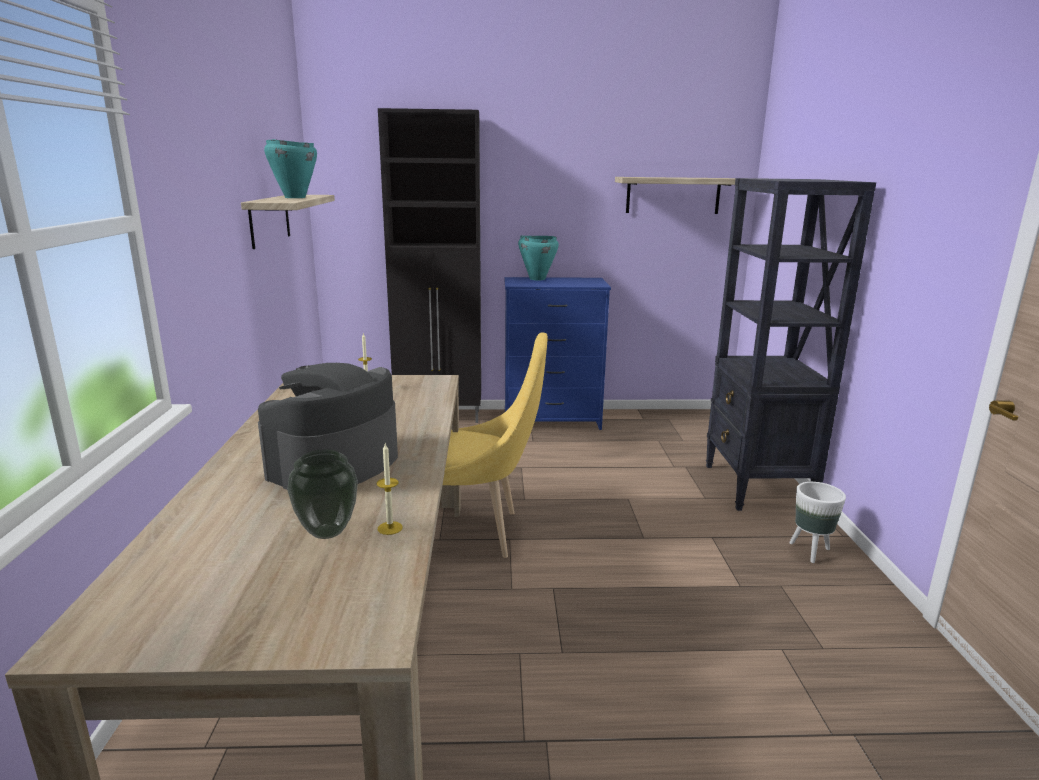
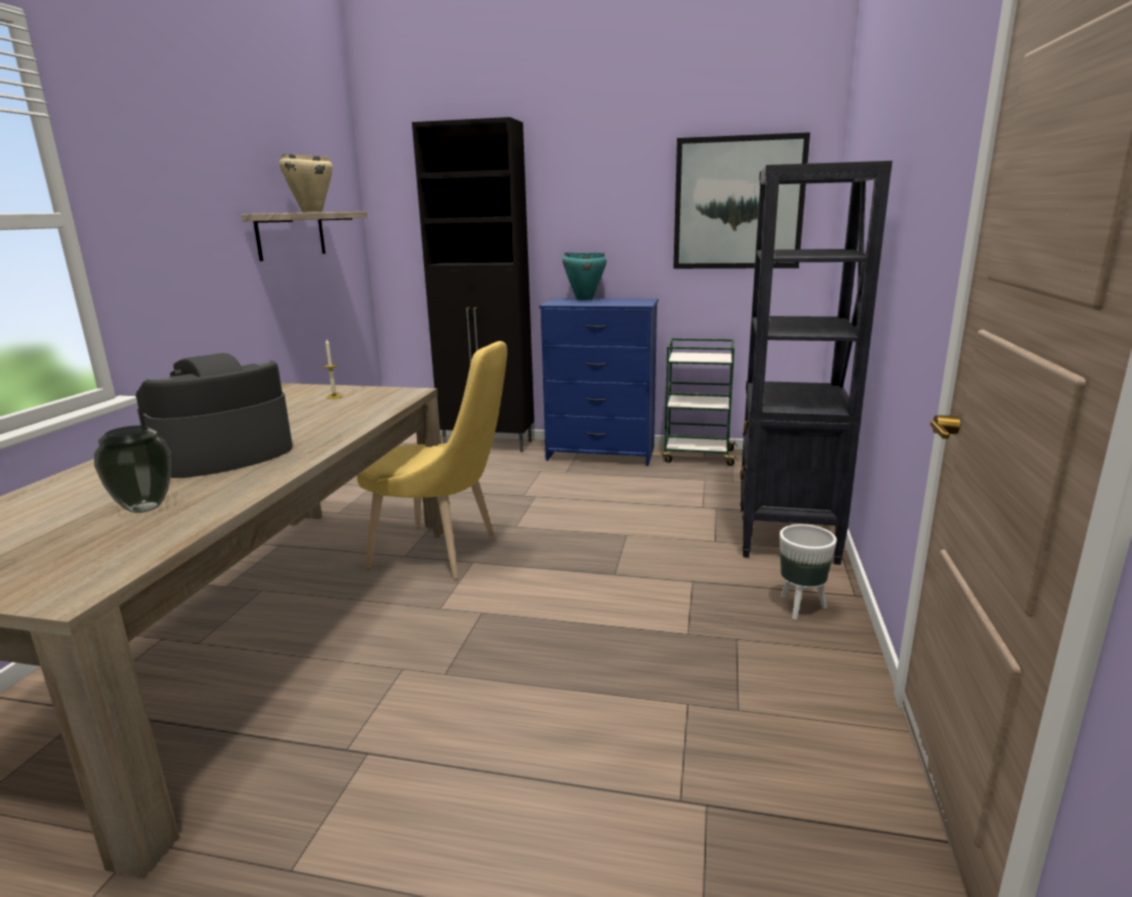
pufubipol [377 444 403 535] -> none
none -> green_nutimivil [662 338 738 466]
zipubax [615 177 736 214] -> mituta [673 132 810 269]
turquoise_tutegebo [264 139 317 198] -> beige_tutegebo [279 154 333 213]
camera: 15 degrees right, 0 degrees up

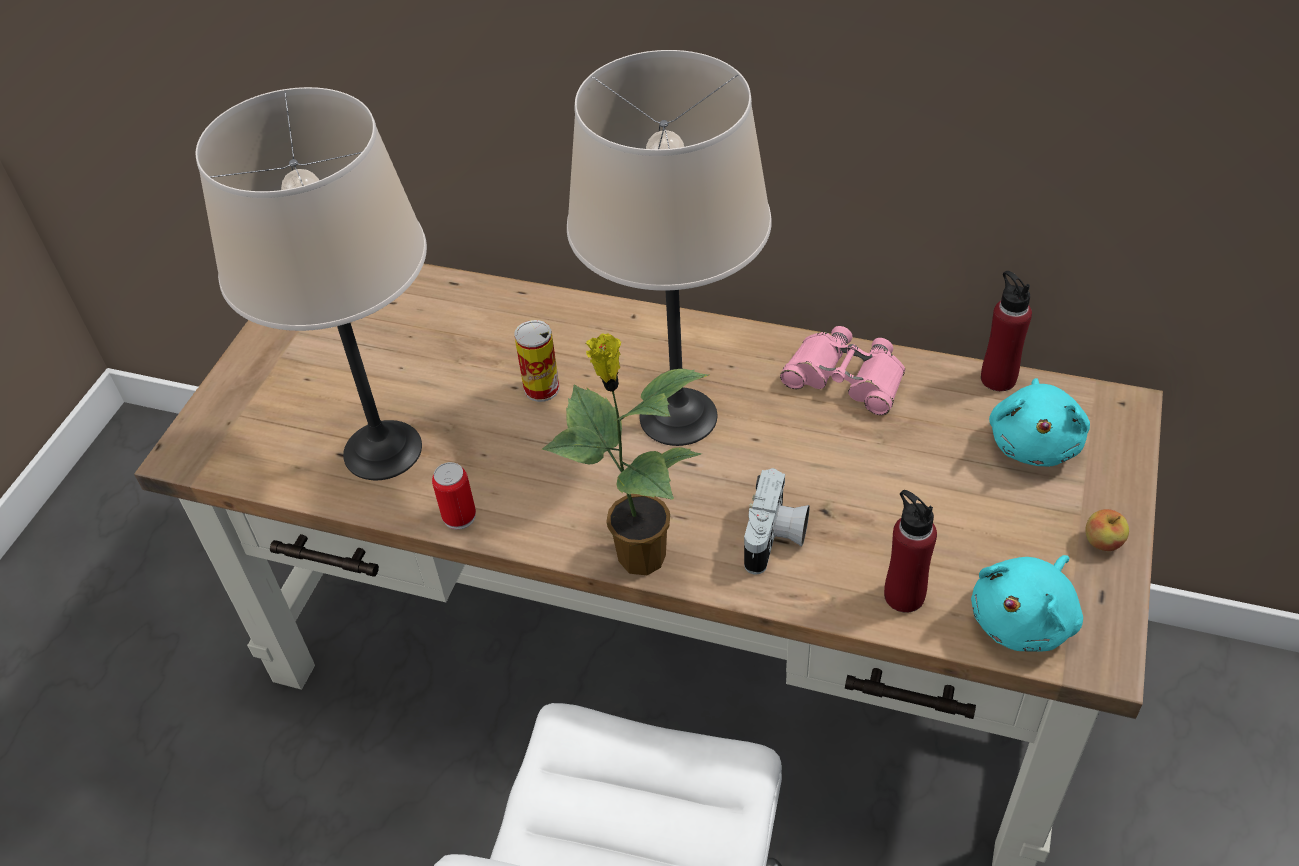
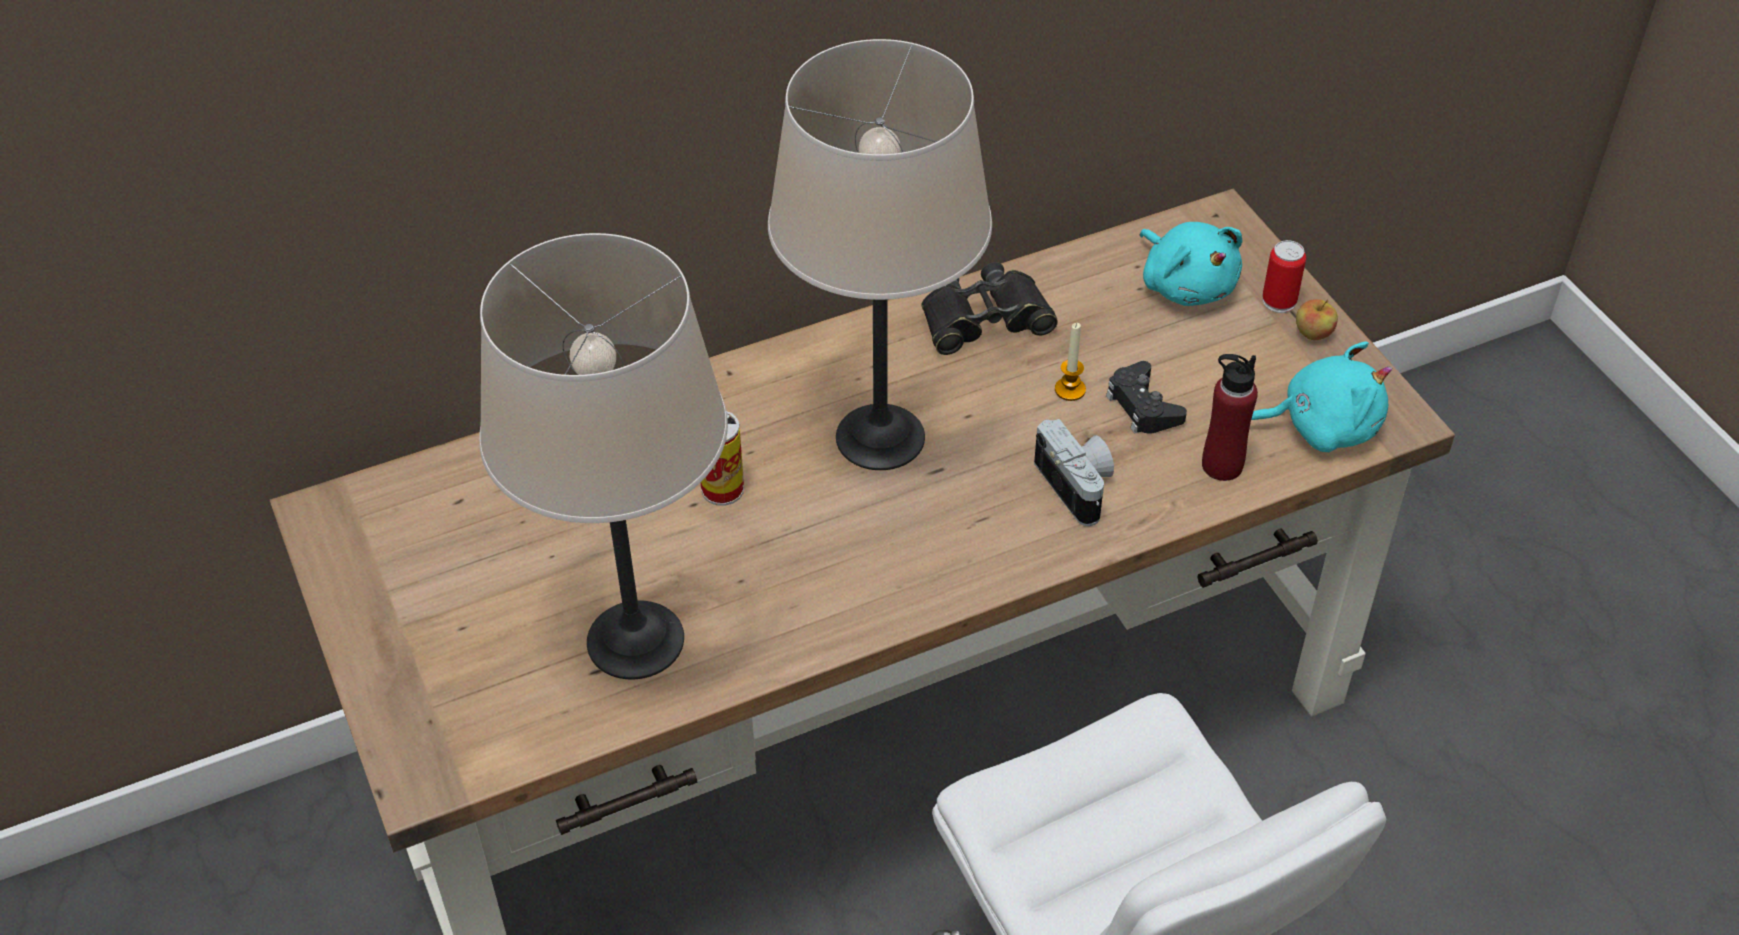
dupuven [542 333 709 575] -> none
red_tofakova [981 271 1032 391] -> none
none -> pufubipol [1055 323 1086 401]
none -> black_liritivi [1106 361 1187 434]
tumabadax [432 462 476 530] -> tumabadax [1262 240 1306 313], moved
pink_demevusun [780 326 905 415] -> black_demevusun [921 262 1058 355]
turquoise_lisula [971 555 1083 652] -> turquoise_lisula [1251 341 1392 452], 90 degrees counterclockwise
camera: 45 degrees left, 0 degrees up

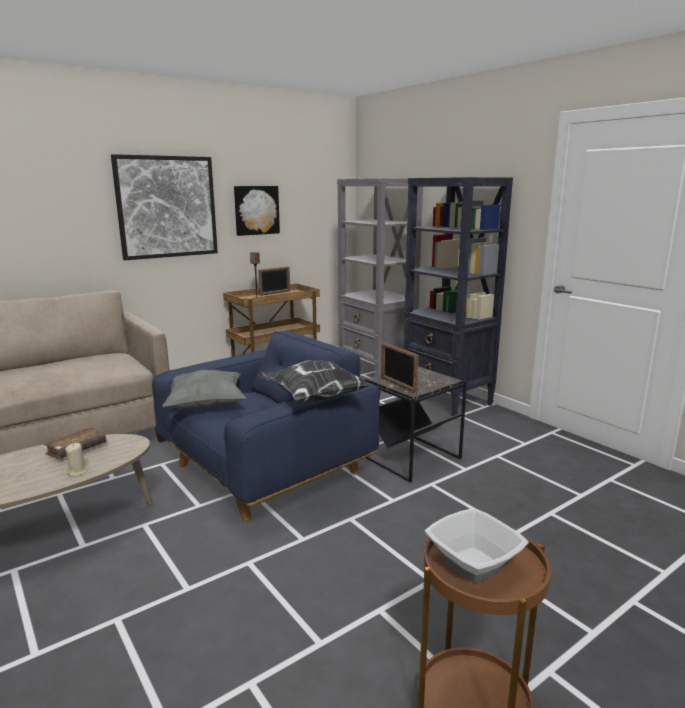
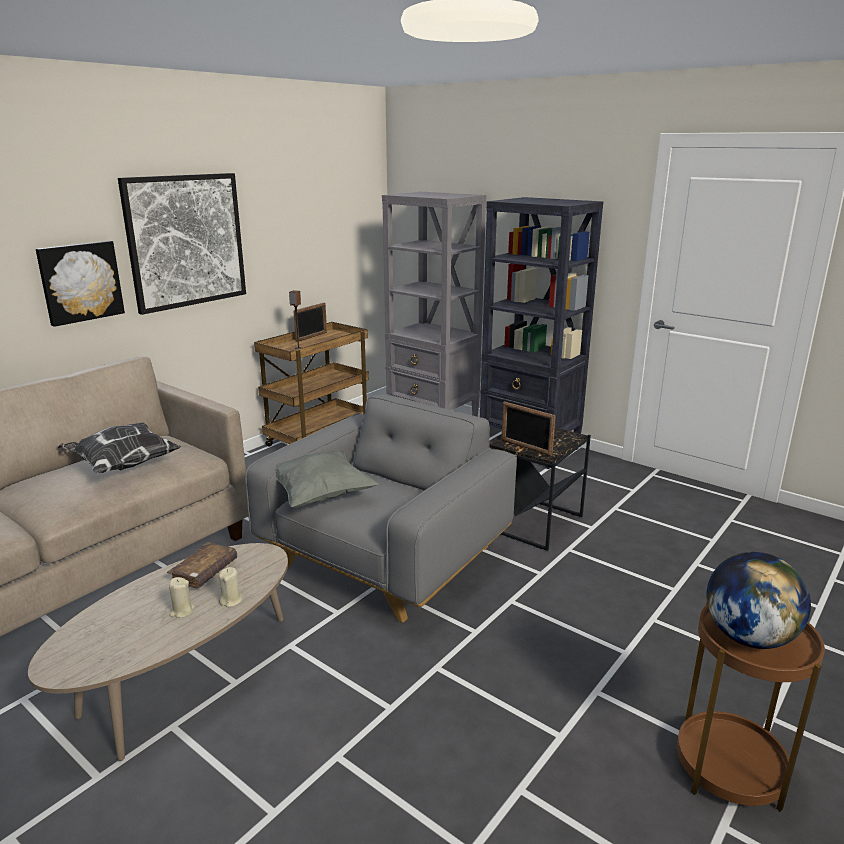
none -> beige_pufubipol [169 577 195 618]
mituta [234 186 280 236] -> mituta [36 241 125 327], moved
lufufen [259 360 371 402] -> lufufen [57 423 181 473], moved
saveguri [425 508 529 583] -> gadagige [706 552 811 649]
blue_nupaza [152 331 381 522] -> grey_nupaza [245 394 517 623]
camera: 15 degrees left, 5 degrees up

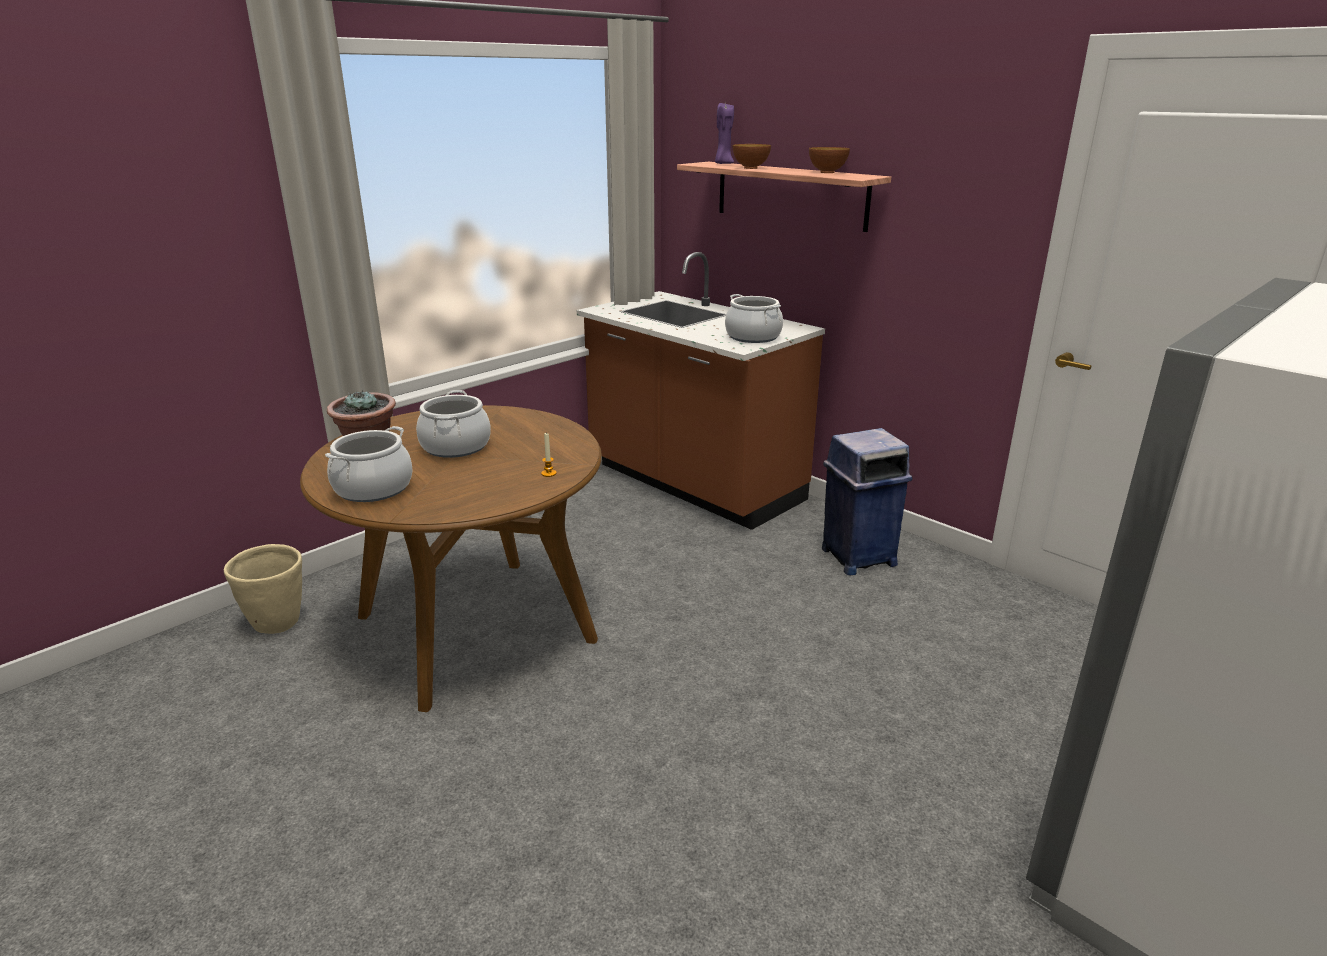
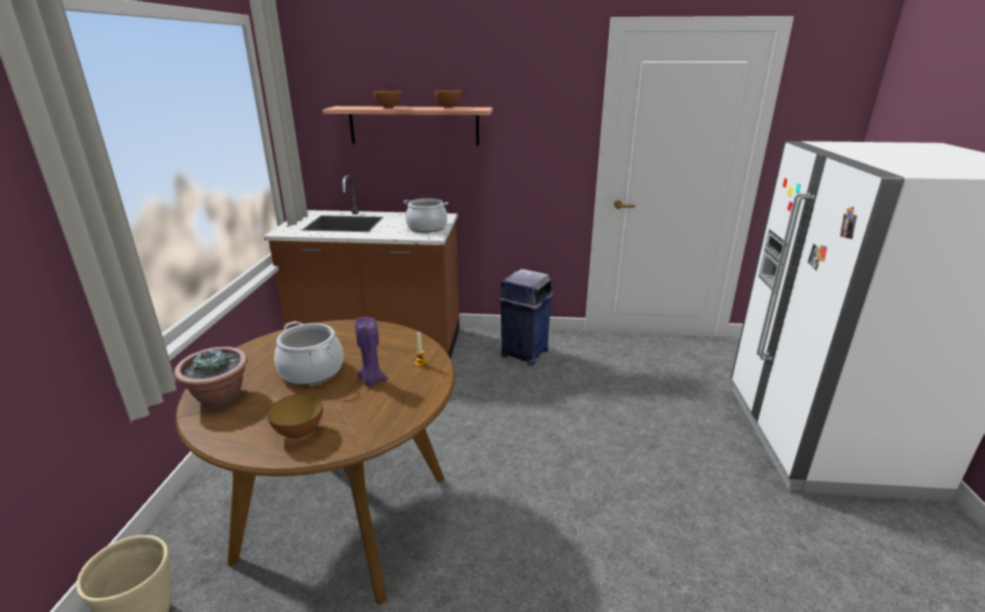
purple_pufubipol [715 103 734 164] -> purple_pufubipol [355 317 388 386], moved
tutegebo [325 426 412 502] -> saveguri [267 394 323 439]
camera: 40 degrees left, 0 degrees up

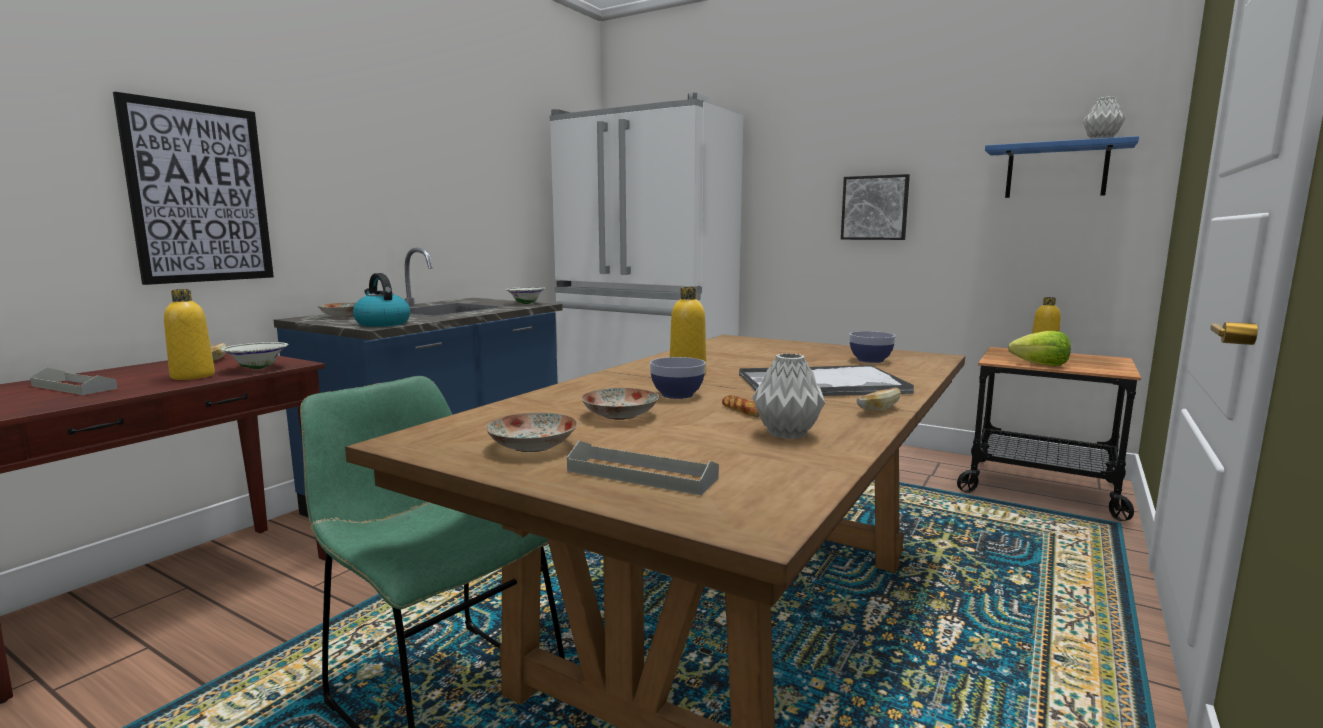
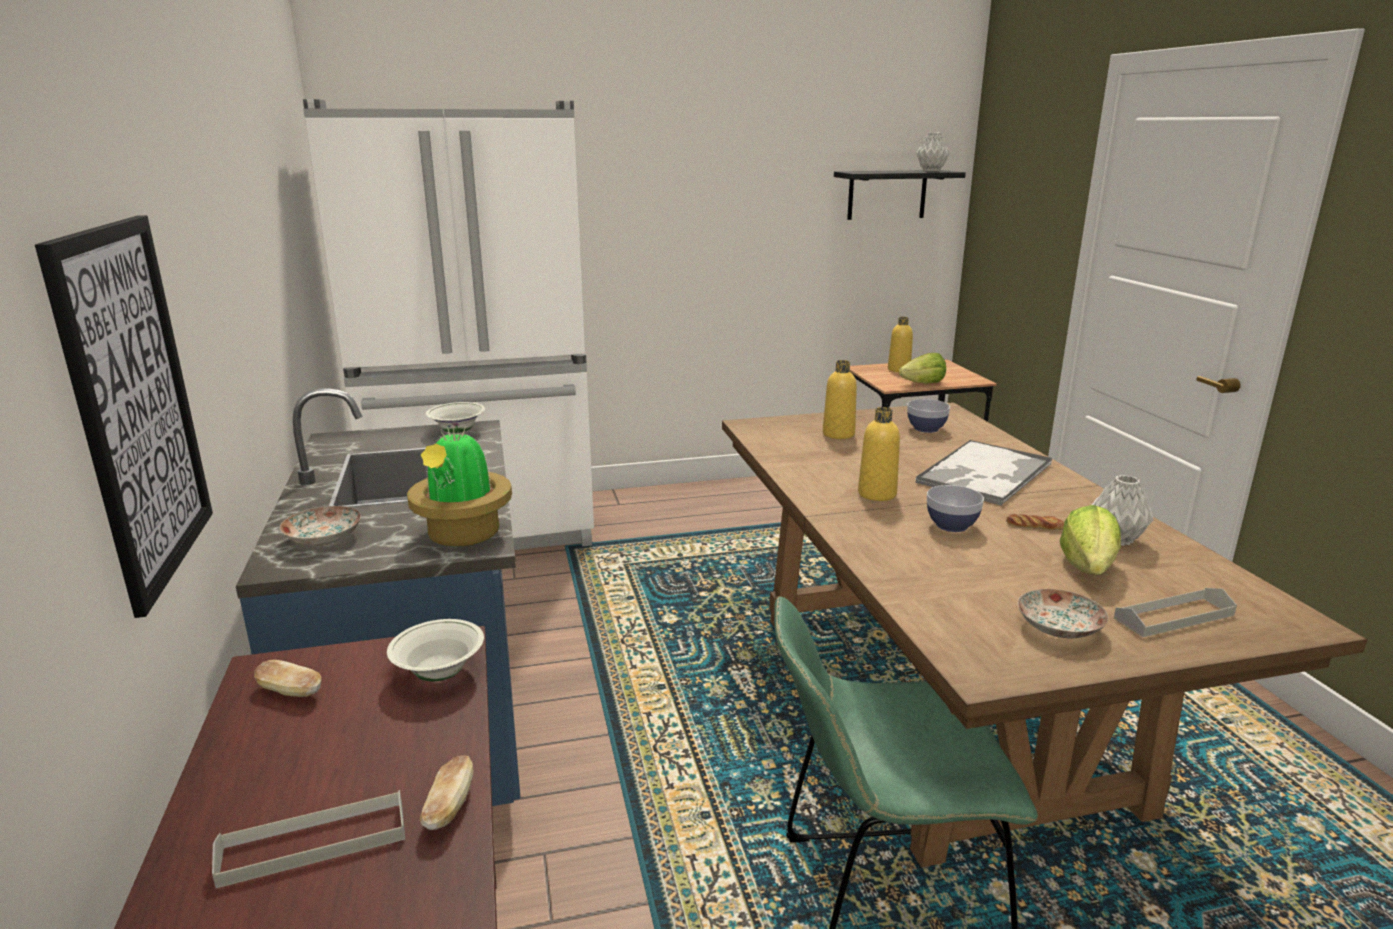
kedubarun [581 388 659 420] -> none
mituta [841 174 910 240] -> none
none -> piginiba [1060 505 1121 575]
yellow_tofakova [164 289 215 380] -> yellow_tofakova [823 360 857 439], moved
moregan [856 387 901 411] -> moregan [420 755 474 830], moved
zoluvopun [353 273 410 327] -> dupuven [407 426 512 547]
blue_zipubax [985 136 1139 198] -> black_zipubax [834 170 966 220]
camera: 45 degrees left, 10 degrees up

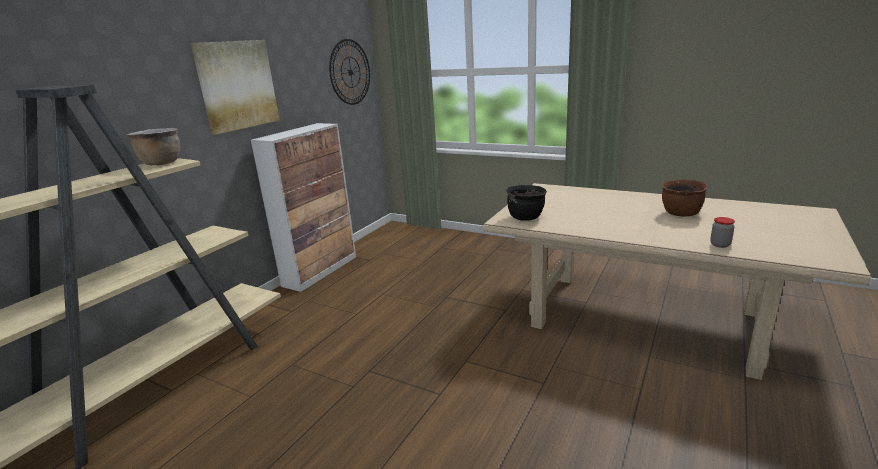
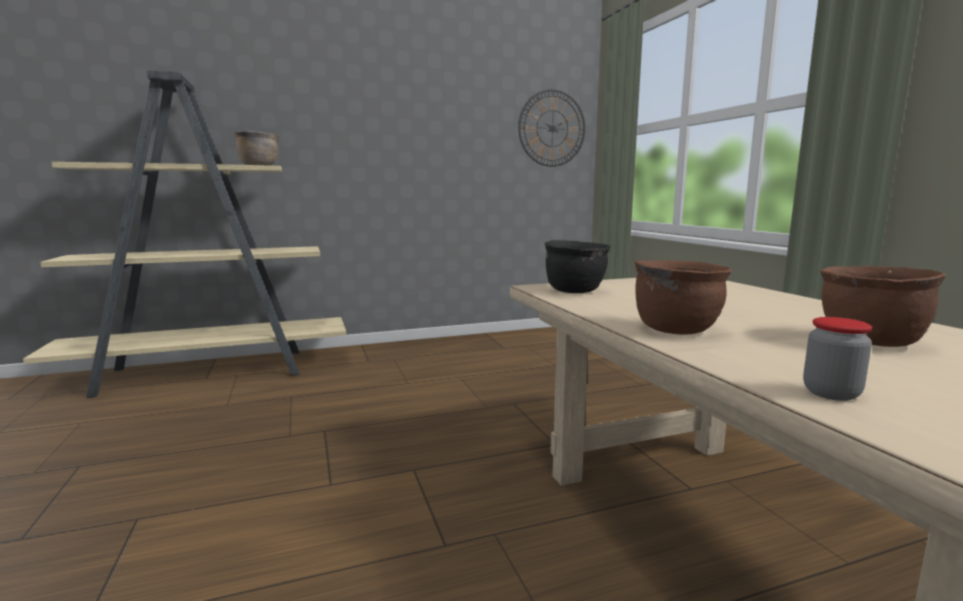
mituta [191 40 279 135] -> none
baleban [251 123 356 292] -> none
none -> brown_tutegebo [635 260 732 334]
camera: 40 degrees right, 10 degrees down

